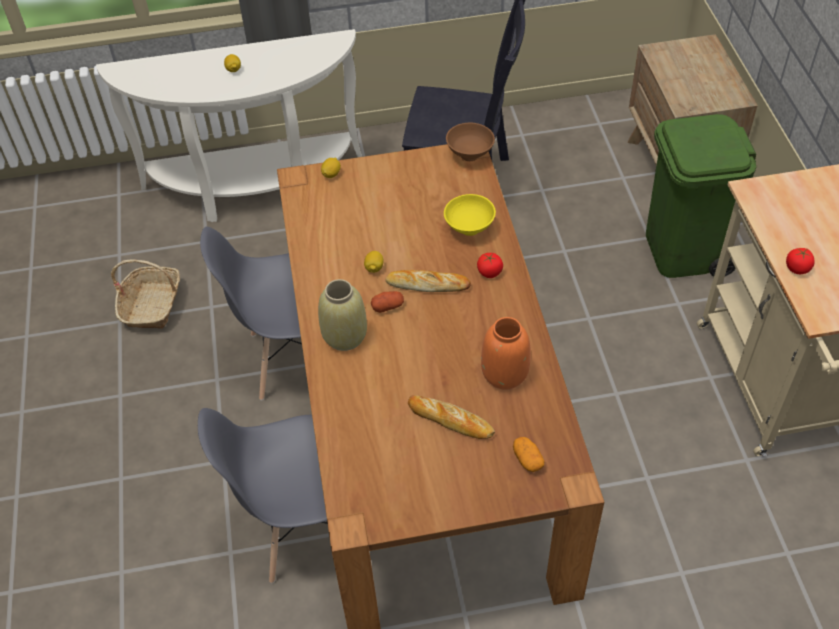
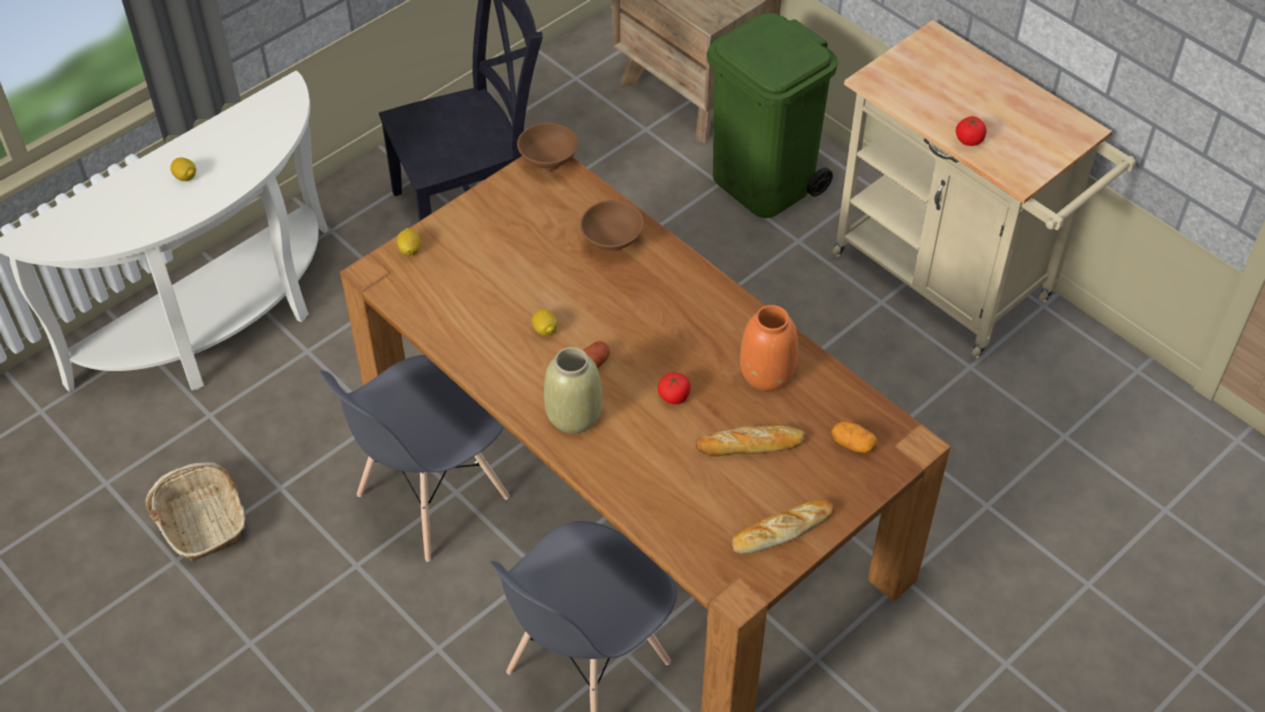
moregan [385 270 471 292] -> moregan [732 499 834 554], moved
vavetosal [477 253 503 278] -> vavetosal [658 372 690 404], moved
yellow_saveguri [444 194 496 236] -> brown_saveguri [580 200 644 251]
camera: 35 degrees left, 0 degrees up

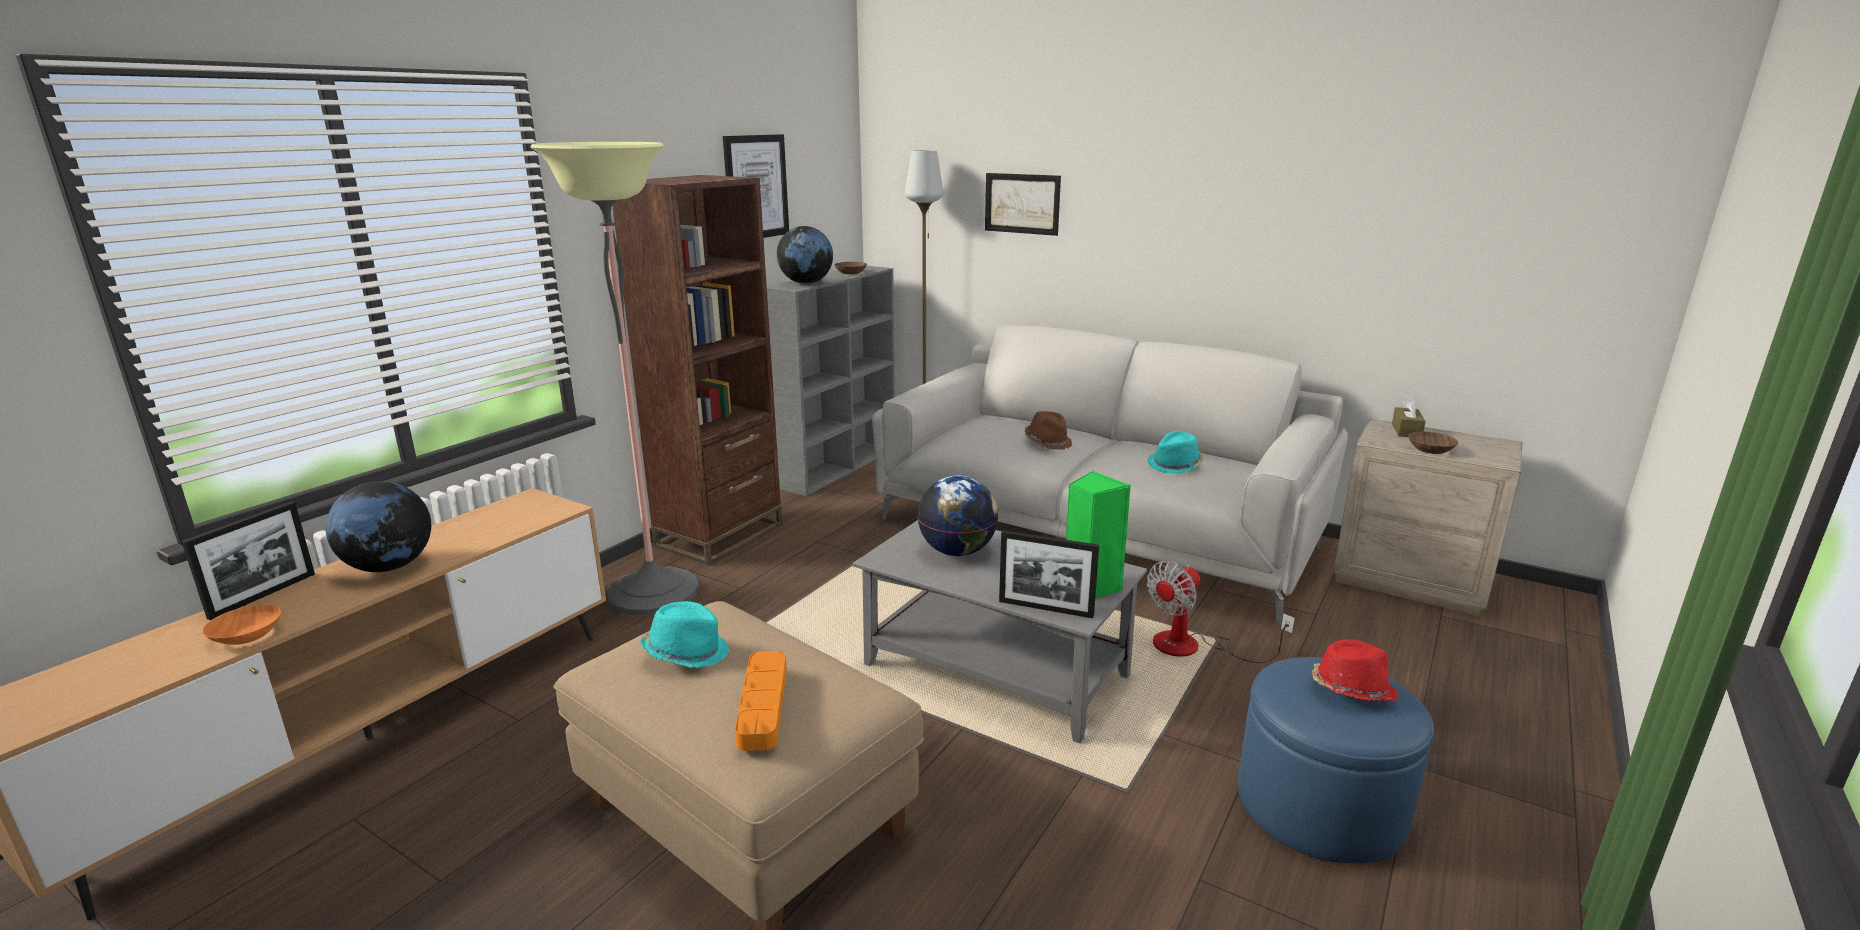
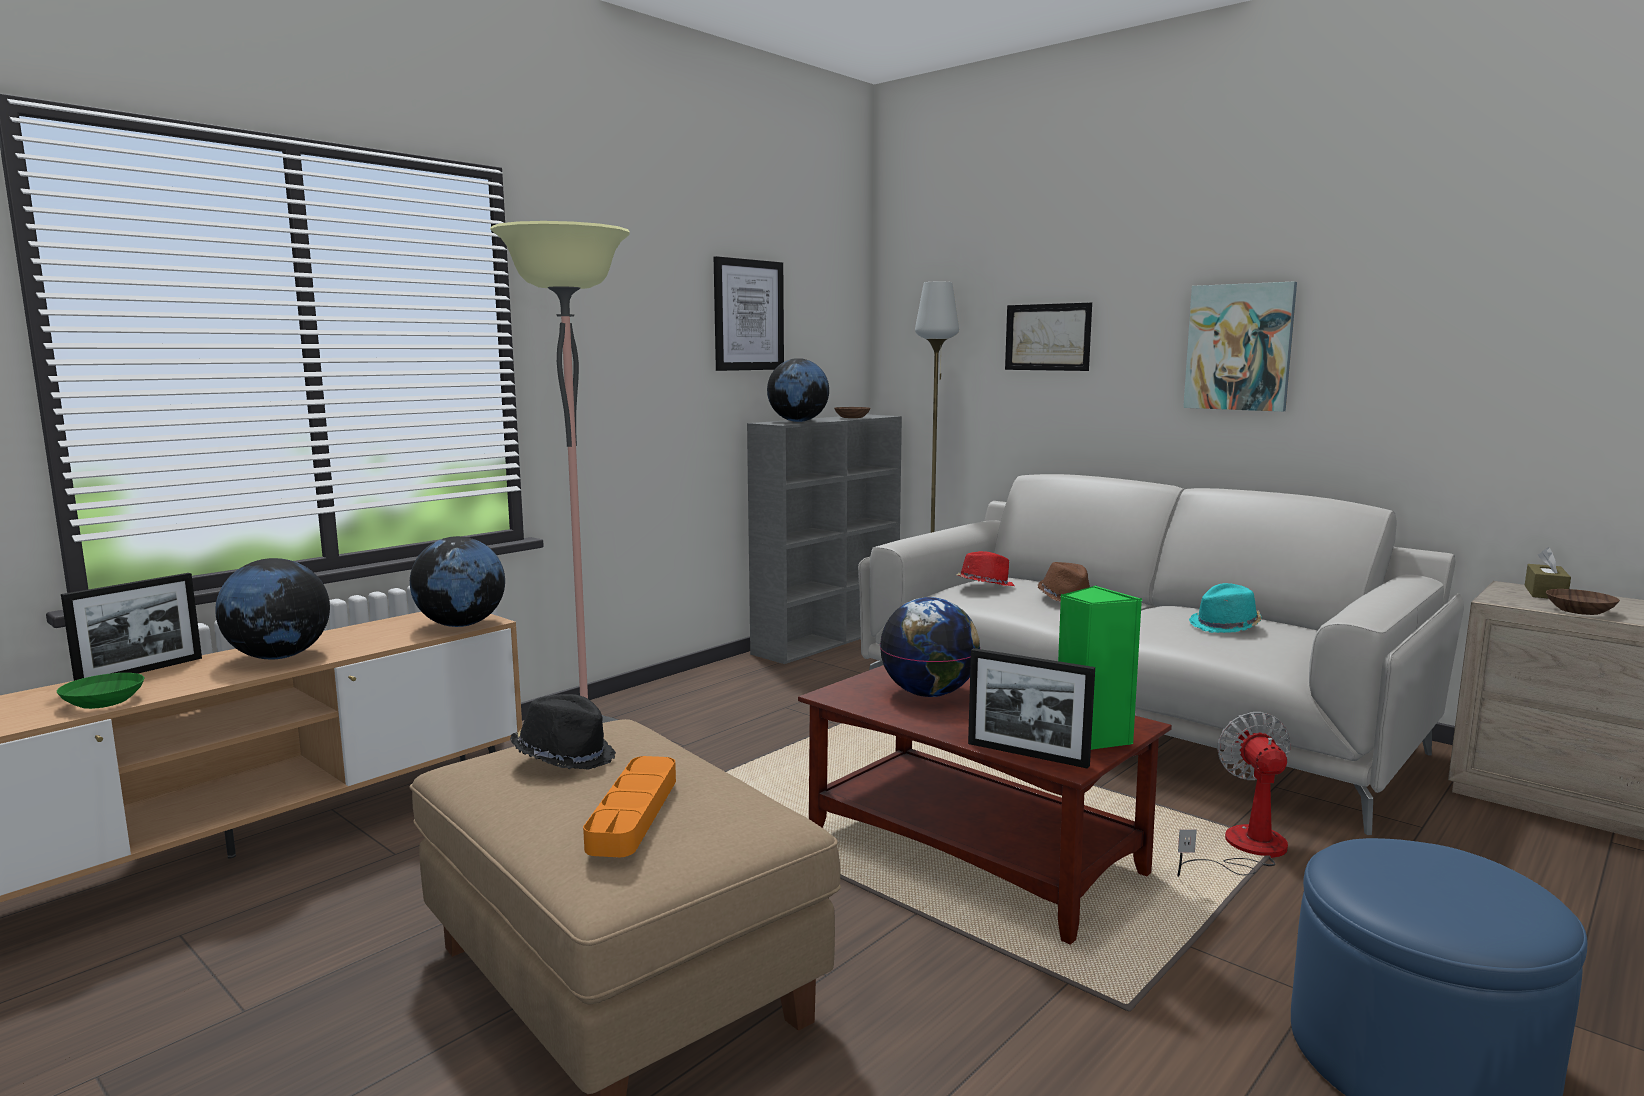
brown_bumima [612 175 782 565] -> none
none -> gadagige [410 536 505 627]
none -> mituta [1183 282 1297 412]
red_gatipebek [1311 639 1399 701] -> red_gatipebek [956 551 1014 586], moved
orange_saveguri [202 604 281 645] -> green_saveguri [57 673 144 709]
turquoise_gatipebek [640 601 730 668] -> black_gatipebek [510 694 616 770]
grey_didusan [853 520 1147 744] -> brown_didusan [798 665 1172 944]
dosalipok [1147 561 1295 663] -> dosalipok [1177 712 1291 877], 120 degrees clockwise
camera: 10 degrees right, 10 degrees down

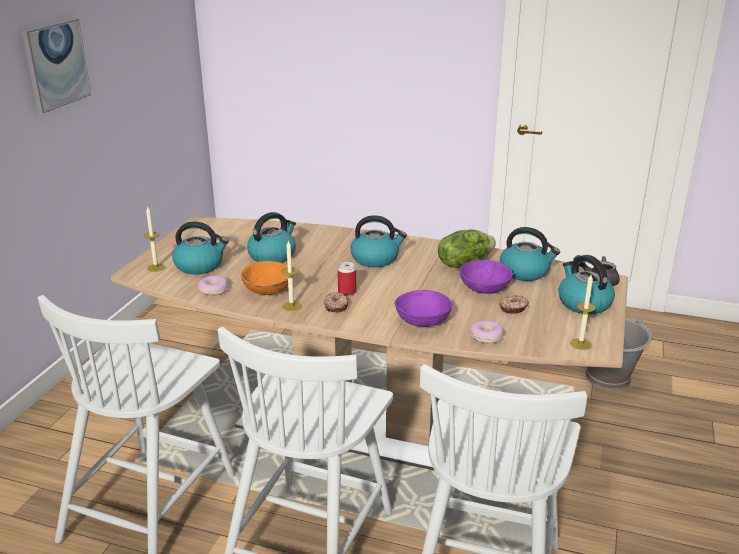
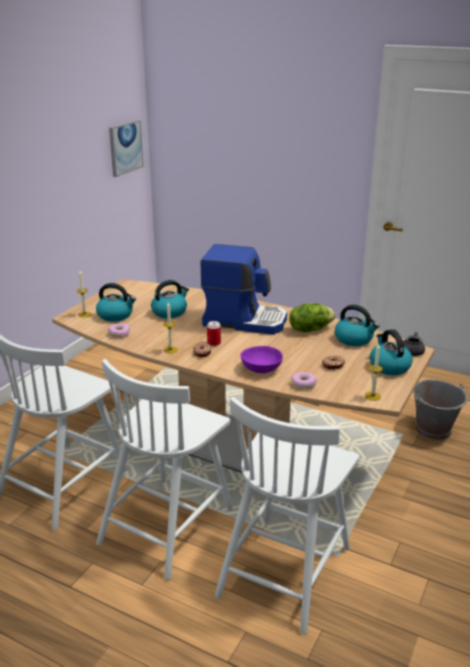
orange_saveguri [241 261 288 295] -> none
purple_saveguri [460 260 513 294] -> none
mituta [22 18 91 114] -> mituta [109 120 143 177], moved
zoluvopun [350 215 407 267] -> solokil [201 244 287 335]
camera: 10 degrees right, 0 degrees up

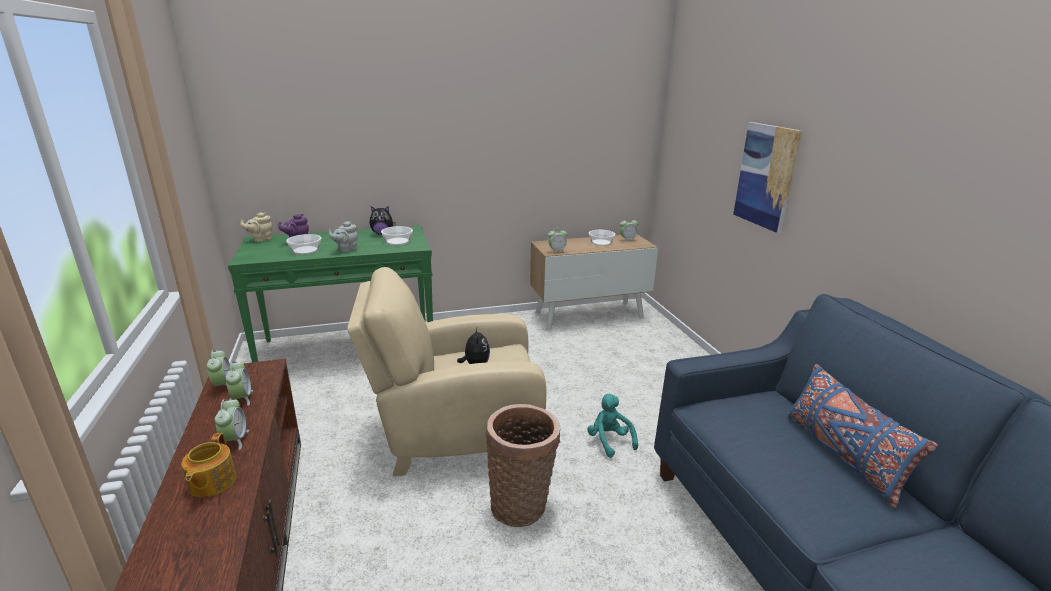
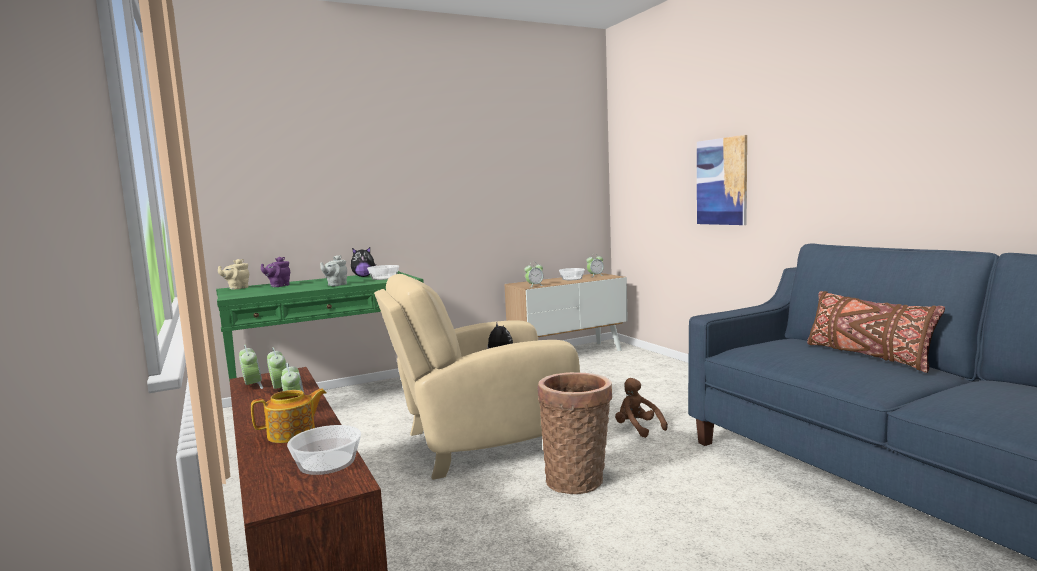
saveguri [286 234 321 255] -> saveguri [287 425 361 475], moved
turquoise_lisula [587 394 638 458] -> brown_lisula [615 378 668 438]
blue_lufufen [788 364 938 508] -> brown_lufufen [807 291 945 373]
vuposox [181 433 237 497] -> vuposox [251 388 326 443], 105 degrees counterclockwise
camera: 10 degrees left, 15 degrees down

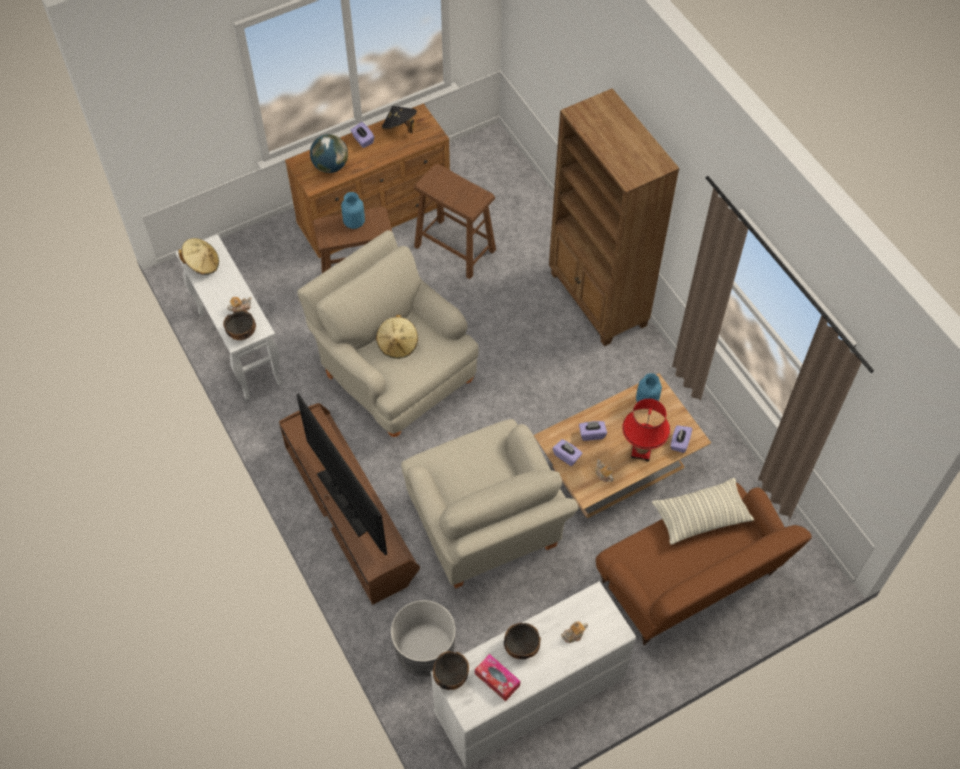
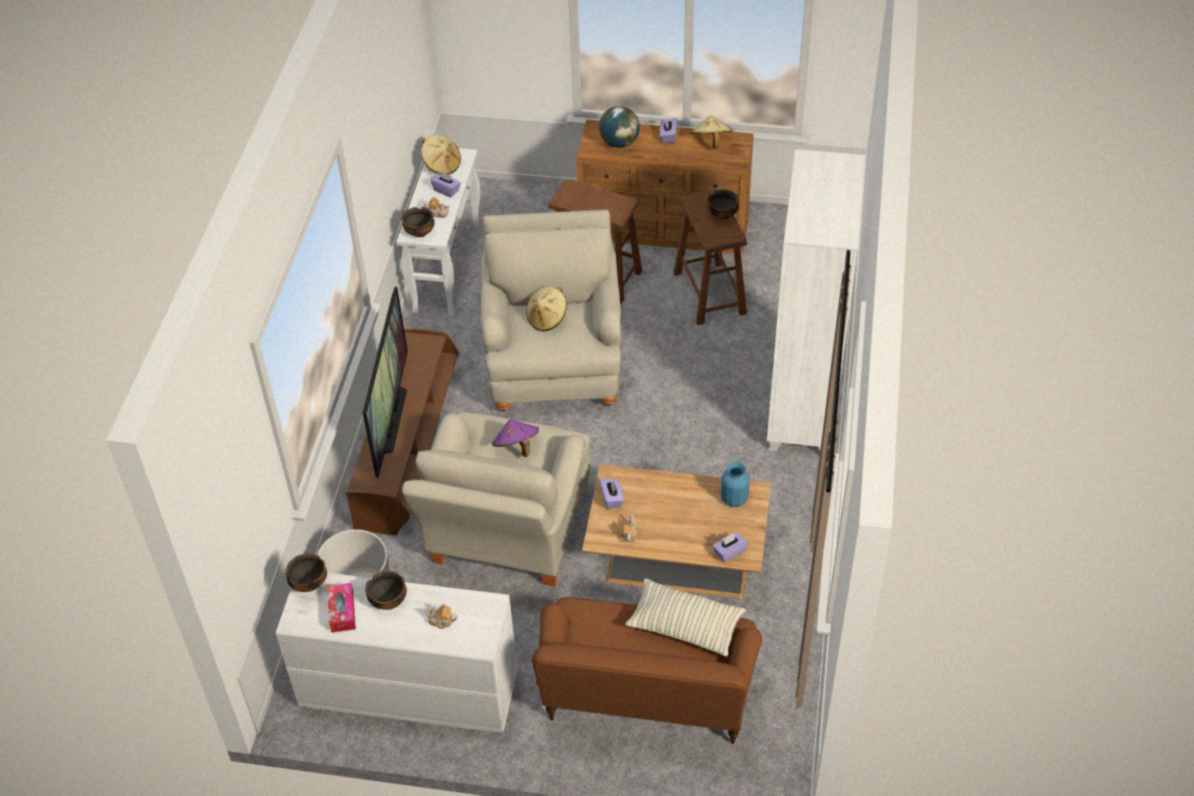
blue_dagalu [341 192 365 229] -> none
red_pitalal [622 399 670 461] -> none
none -> purple_gatipebek [492 419 539 457]
none -> saveguri [707 189 739 219]
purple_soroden [579 421 607 441] -> purple_soroden [431 171 461 197], moved
black_gatipebek [382 106 417 133] -> beige_gatipebek [691 115 734 149]
brown_bumima [549 88 680 346] -> white_bumima [767 149 865 451]
camera: 40 degrees right, 10 degrees down

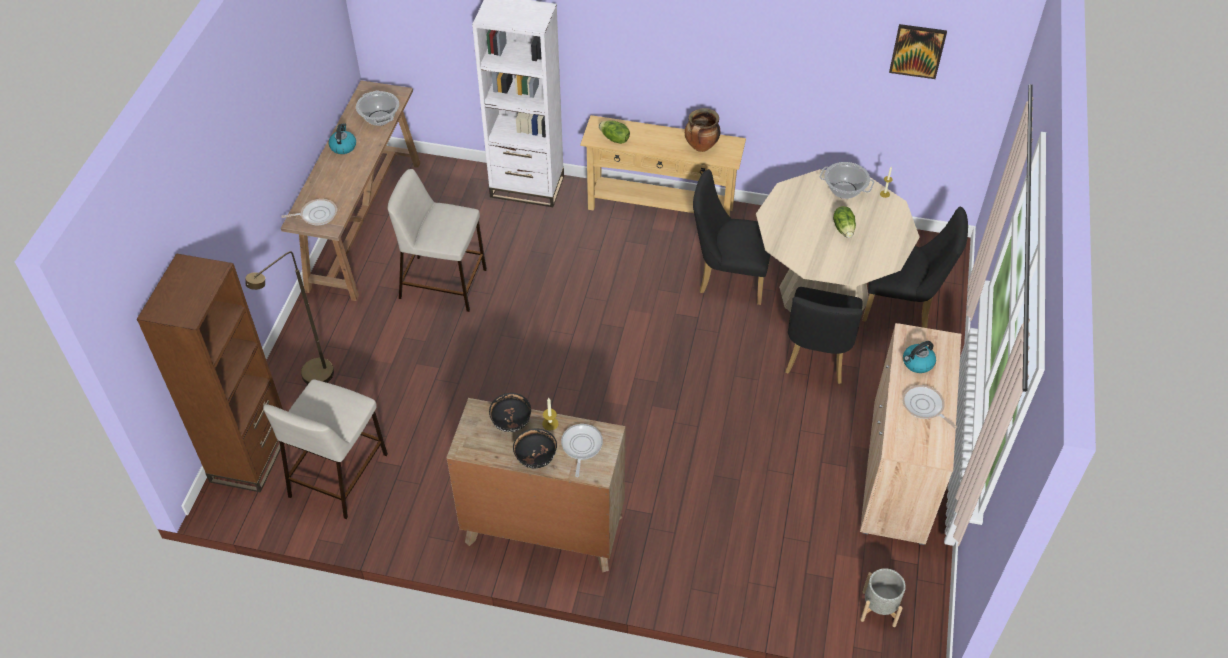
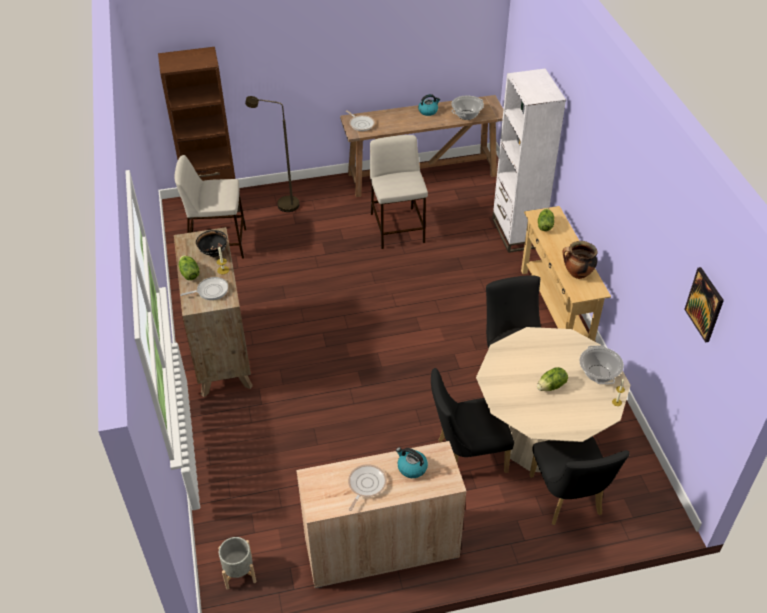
black_saveguri [513 428 557 468] -> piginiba [179 255 199 280]
camera: 65 degrees right, 5 degrees down

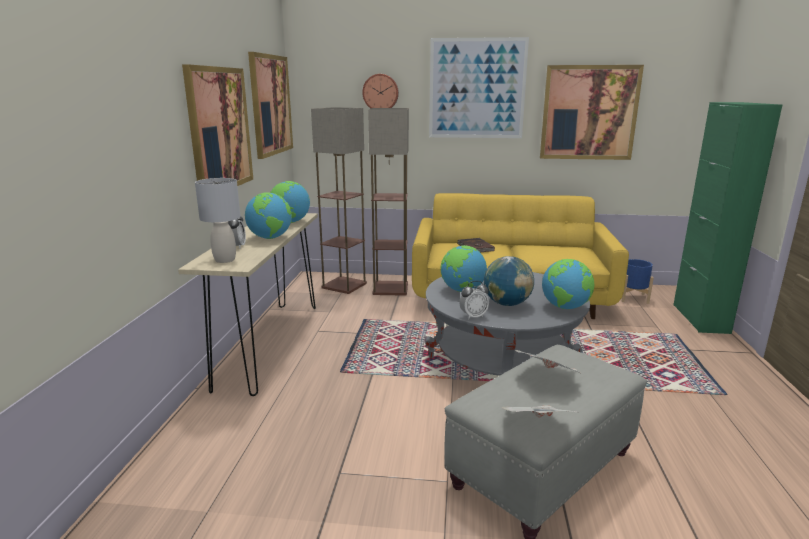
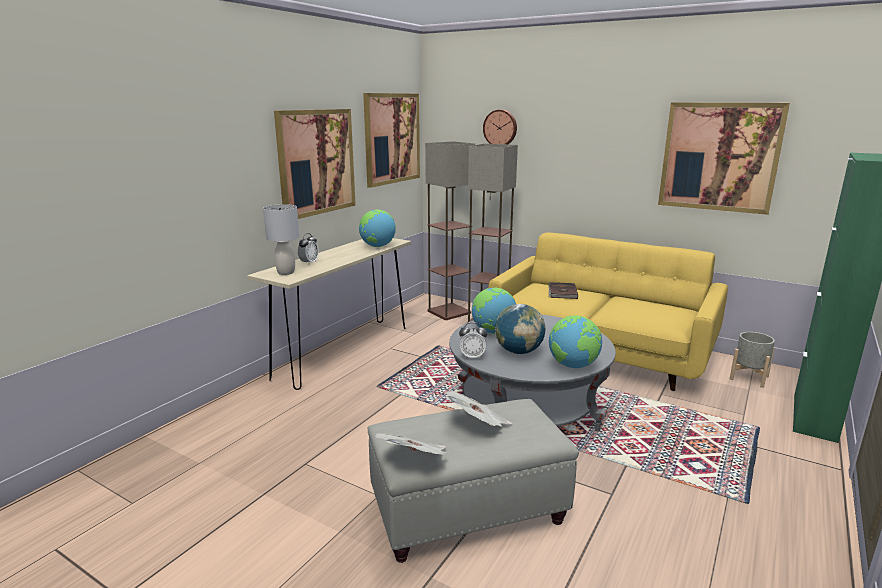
gadagige [245 192 292 239] -> none
mituta [429 37 529 138] -> none
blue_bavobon [622 259 654 304] -> grey_bavobon [730 332 775 388]
camera: 25 degrees right, 0 degrees up

